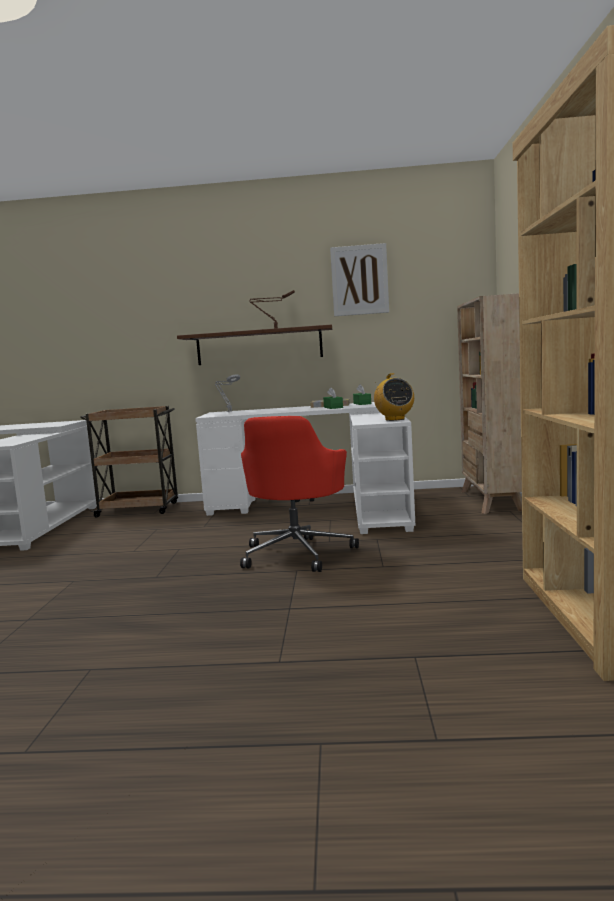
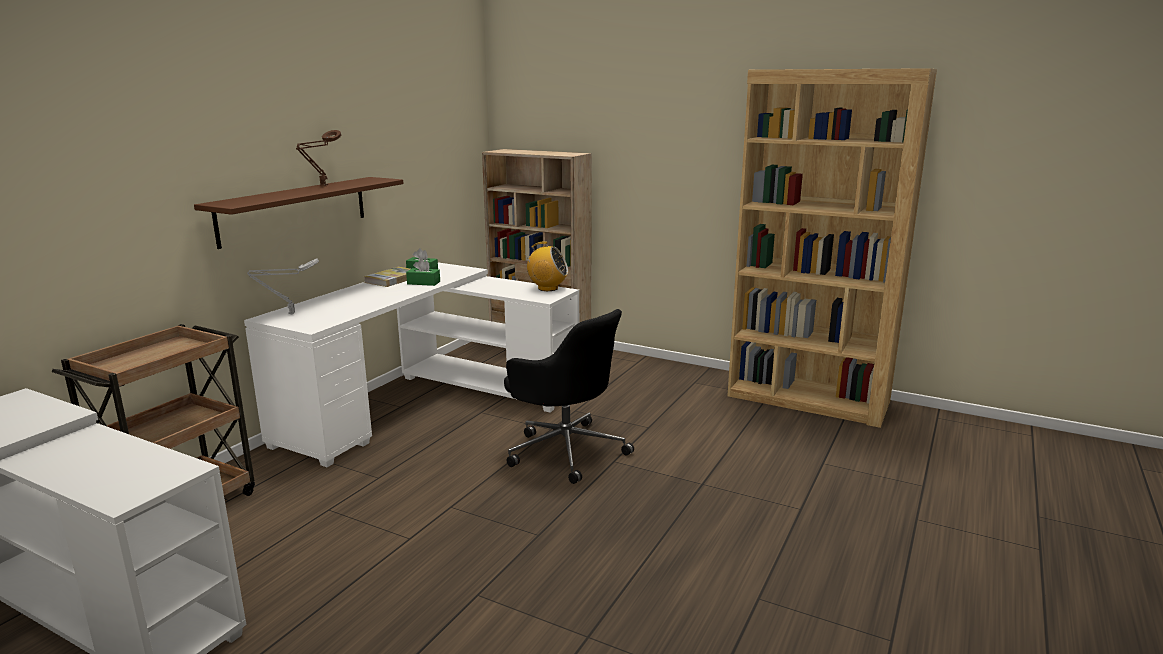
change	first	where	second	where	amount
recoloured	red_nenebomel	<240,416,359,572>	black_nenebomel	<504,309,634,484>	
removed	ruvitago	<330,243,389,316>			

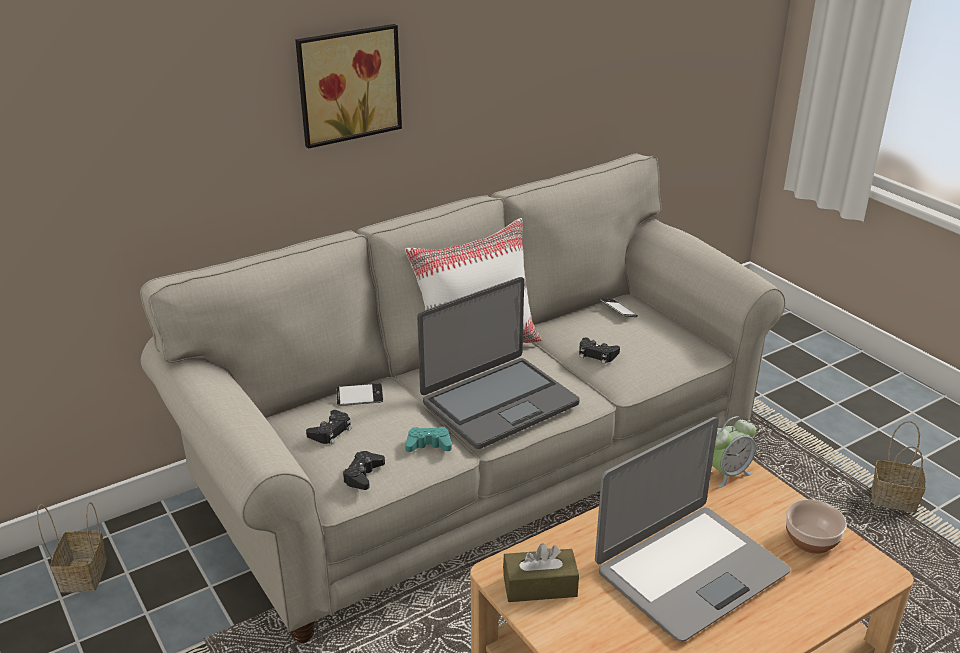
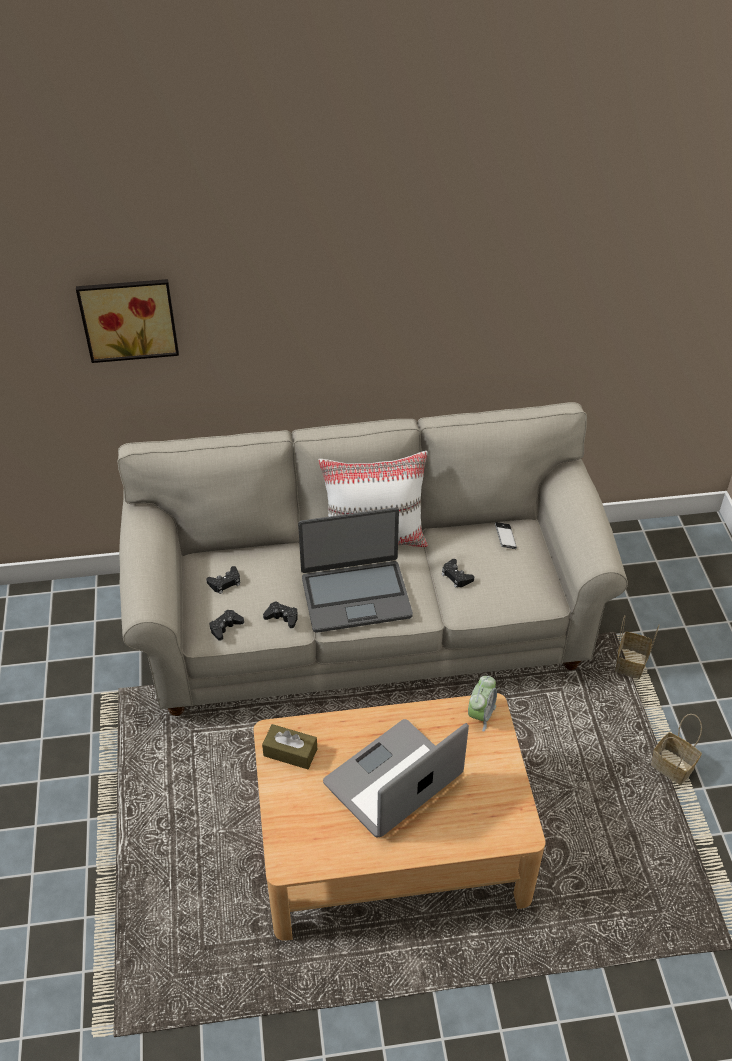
change	first	where	second	where	amount
moved	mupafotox	<37,502,107,593>		<615,615,659,680>	
moved	ruvitago	<295,24,402,149>		<76,279,179,363>	
removed	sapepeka	<336,383,383,406>			
recoloured	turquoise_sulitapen	<405,427,452,452>	black_sulitapen	<263,601,298,628>	
turned	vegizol	<595,417,791,642>		<323,719,469,838>	150 degrees clockwise
turned	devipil	<712,416,756,488>		<468,676,497,732>	60 degrees counterclockwise
removed	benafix	<786,499,847,554>			

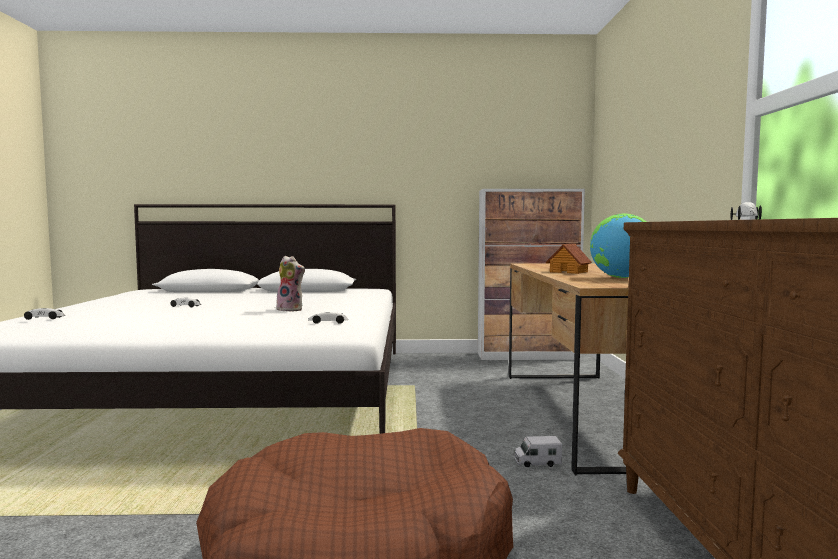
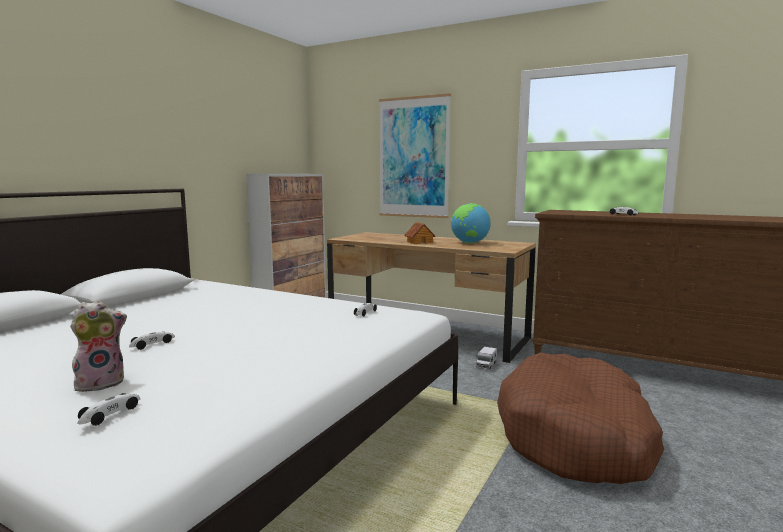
change	first	where	second	where	amount
moved	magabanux	<276,256,305,312>		<70,300,127,392>	
added			ruvitago	<379,93,451,218>	

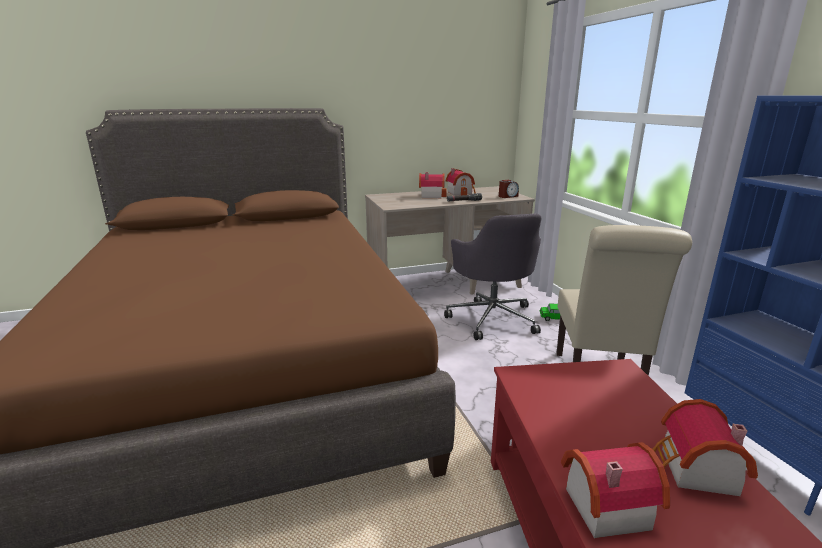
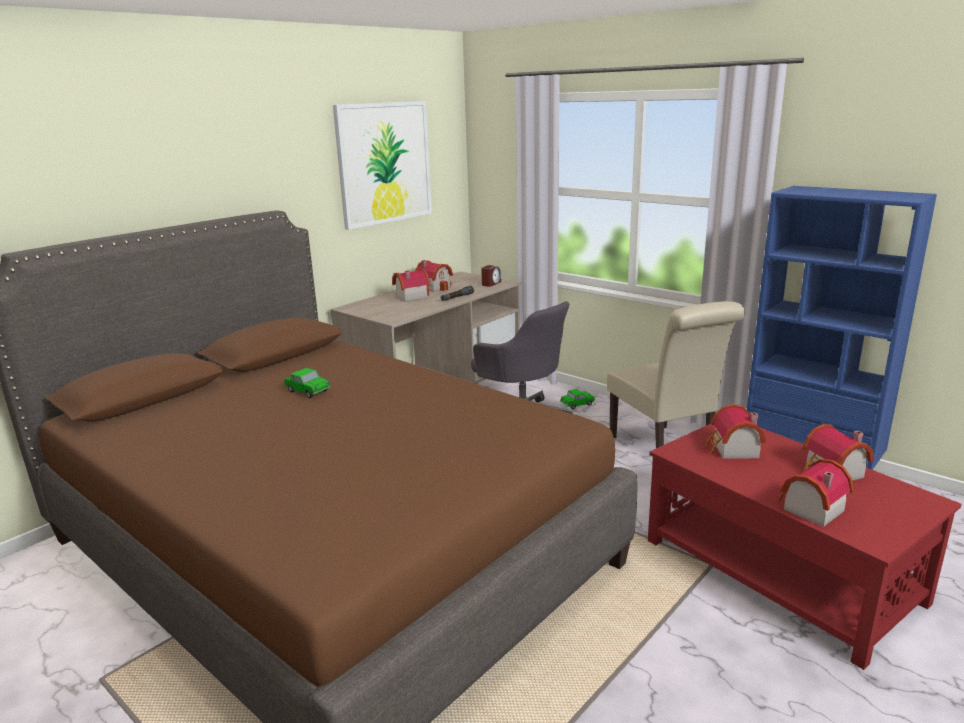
change	first	where	second	where	amount
added			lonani	<284,368,331,398>	
added			ruvitago	<333,101,432,230>	
added			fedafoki	<705,404,766,459>	

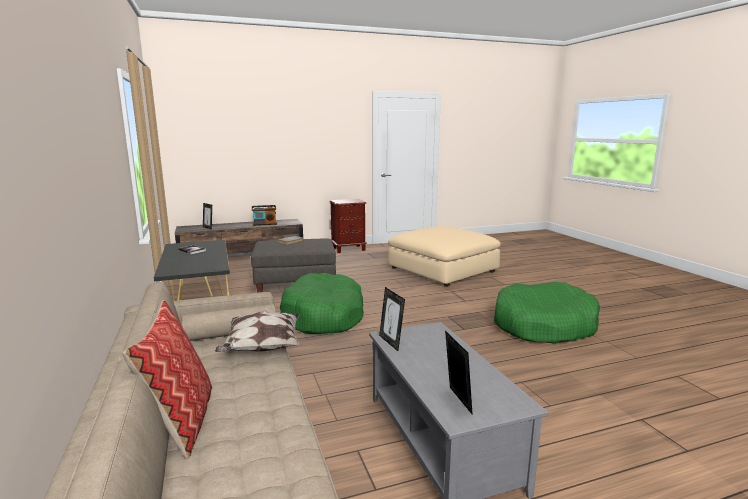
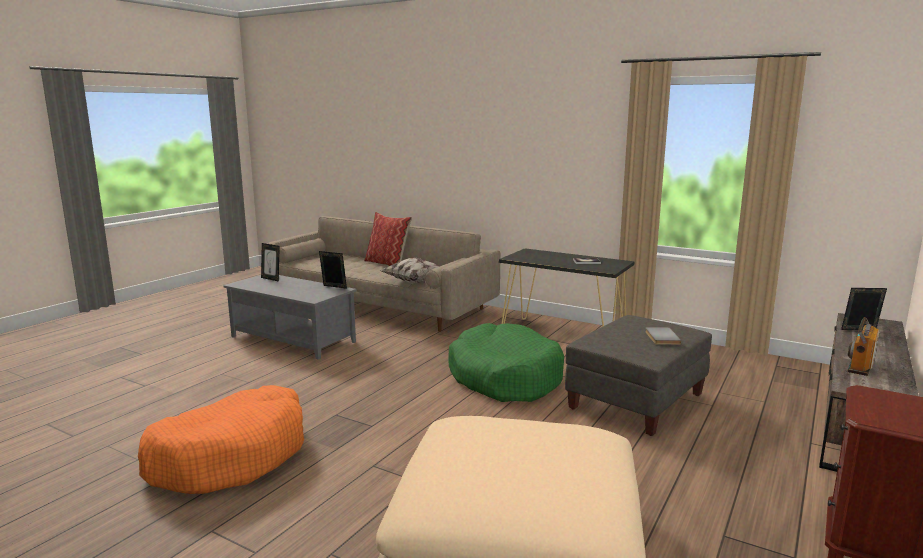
change	first	where	second	where	amount
recoloured	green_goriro	<494,282,600,344>	orange_goriro	<138,385,304,494>	

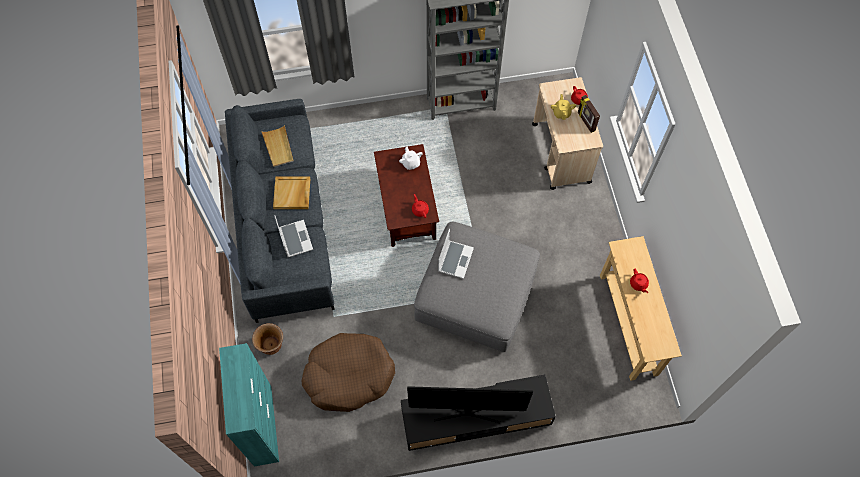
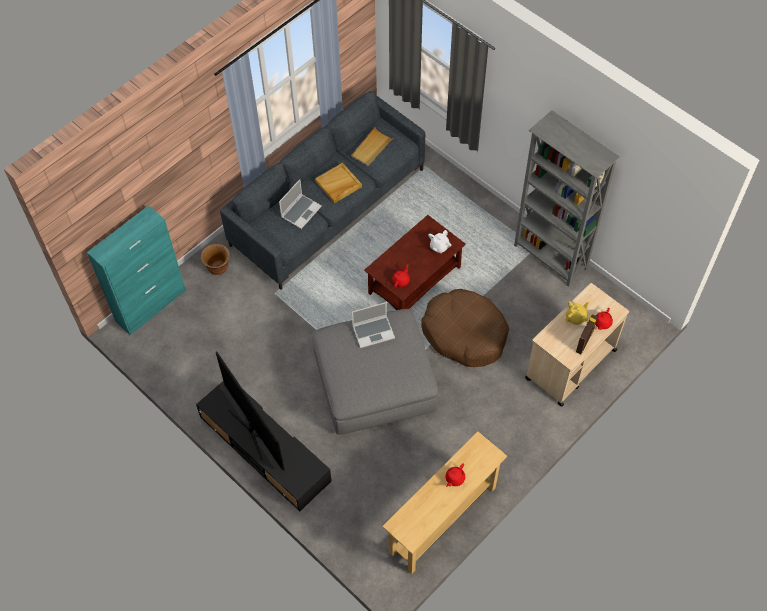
change	first	where	second	where	amount
moved	brown_goriro	<301,333,395,412>		<421,289,509,367>	

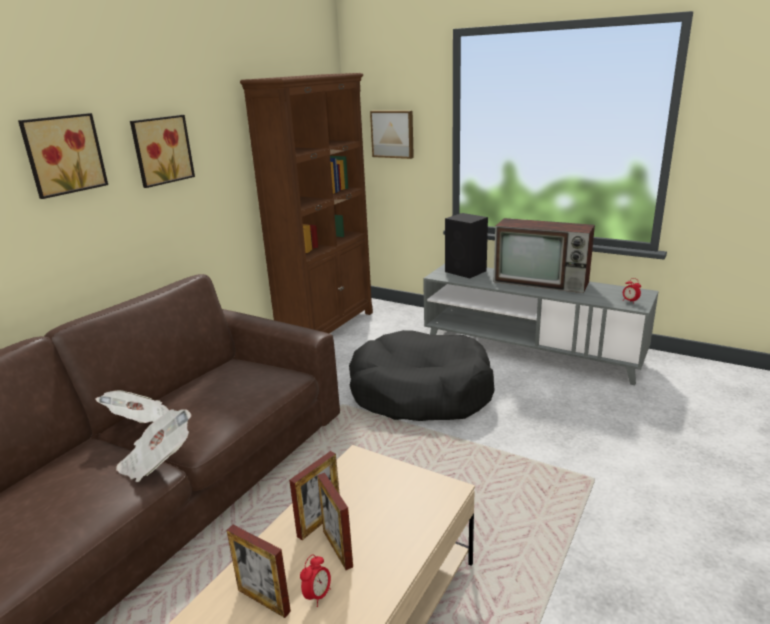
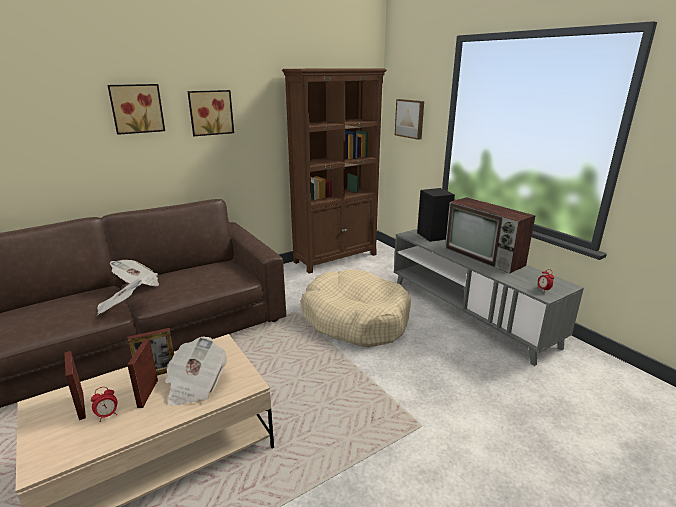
change	first	where	second	where	amount
recoloured	black_goriro	<349,330,495,421>	beige_goriro	<301,270,411,347>	
added			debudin	<165,337,227,406>	

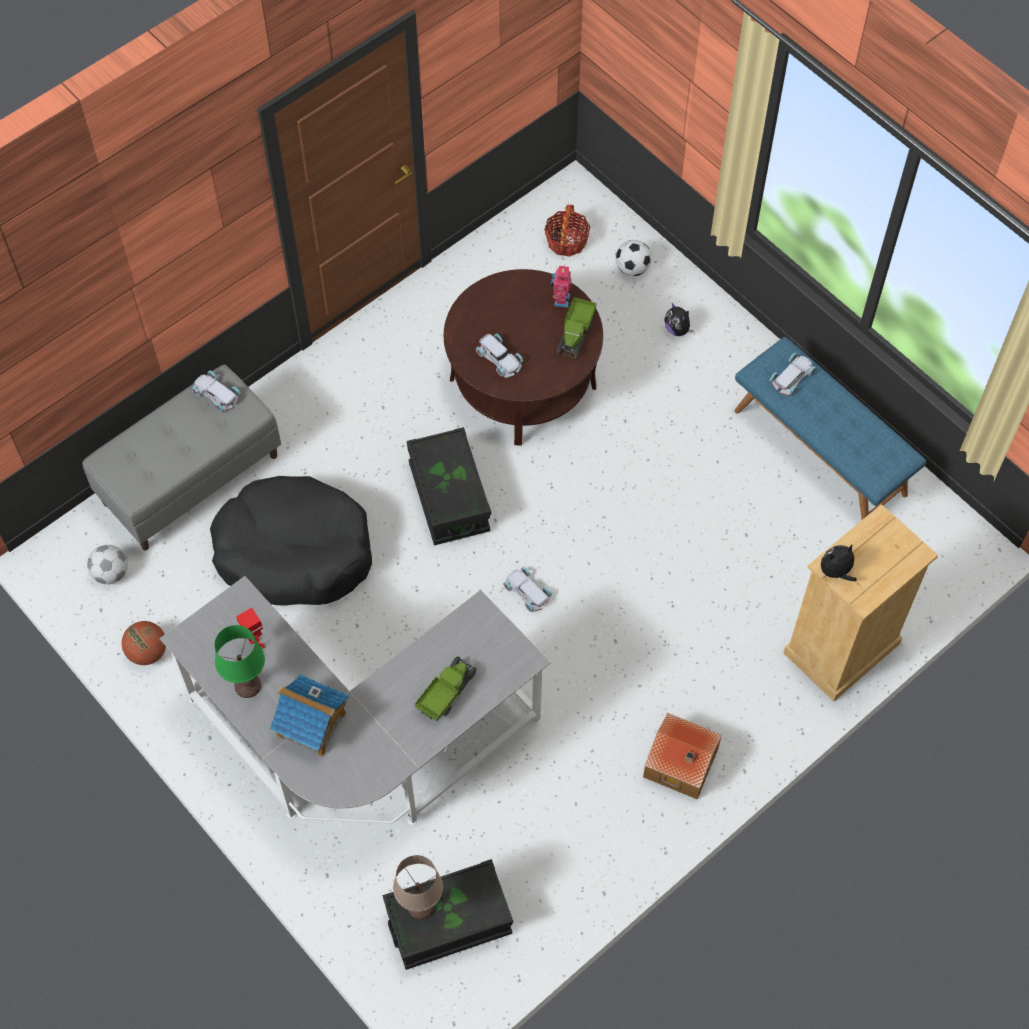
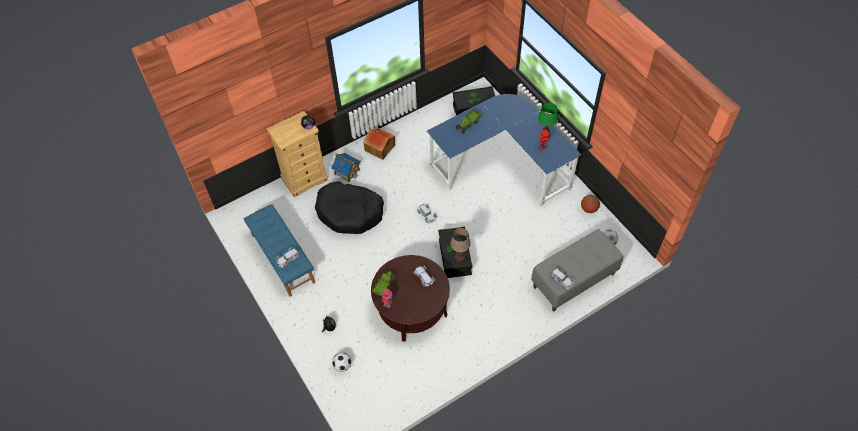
change	first	where	second	where	amount
recoloured	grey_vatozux	<159,576,551,825>	blue_vatozux	<427,94,581,207>	
moved	black_goriro	<210,476,372,606>		<315,181,384,234>	
moved	fedafoki	<270,674,349,757>		<331,153,361,182>	
moved	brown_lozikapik	<393,855,443,919>		<450,228,471,261>	
removed	mupafotox	<544,205,591,257>			

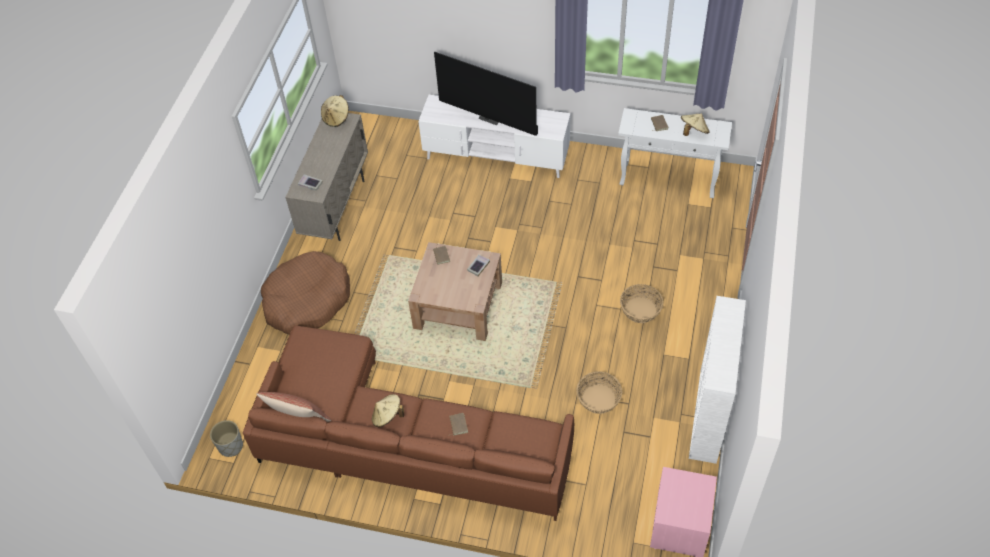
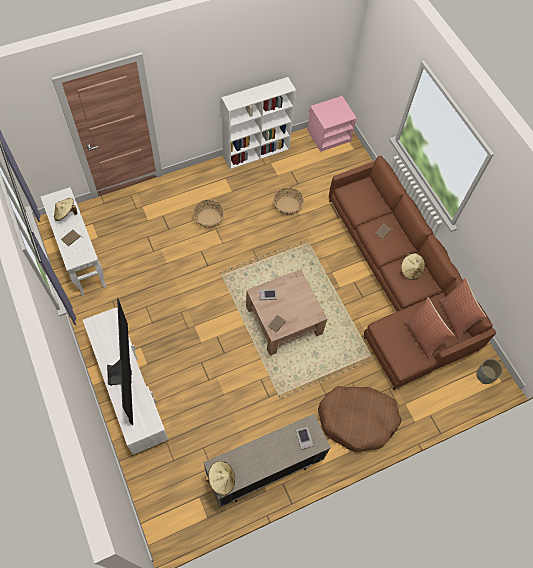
change	first	where	second	where	amount
added			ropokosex	<404,297,454,359>	

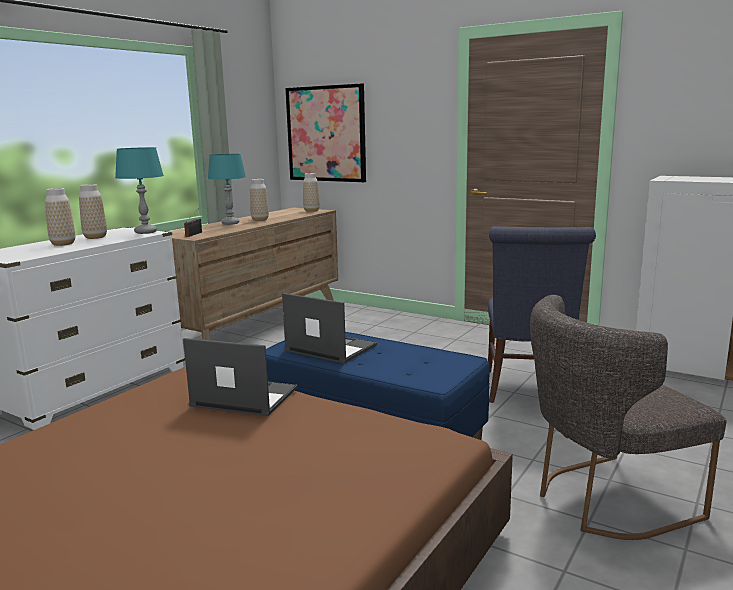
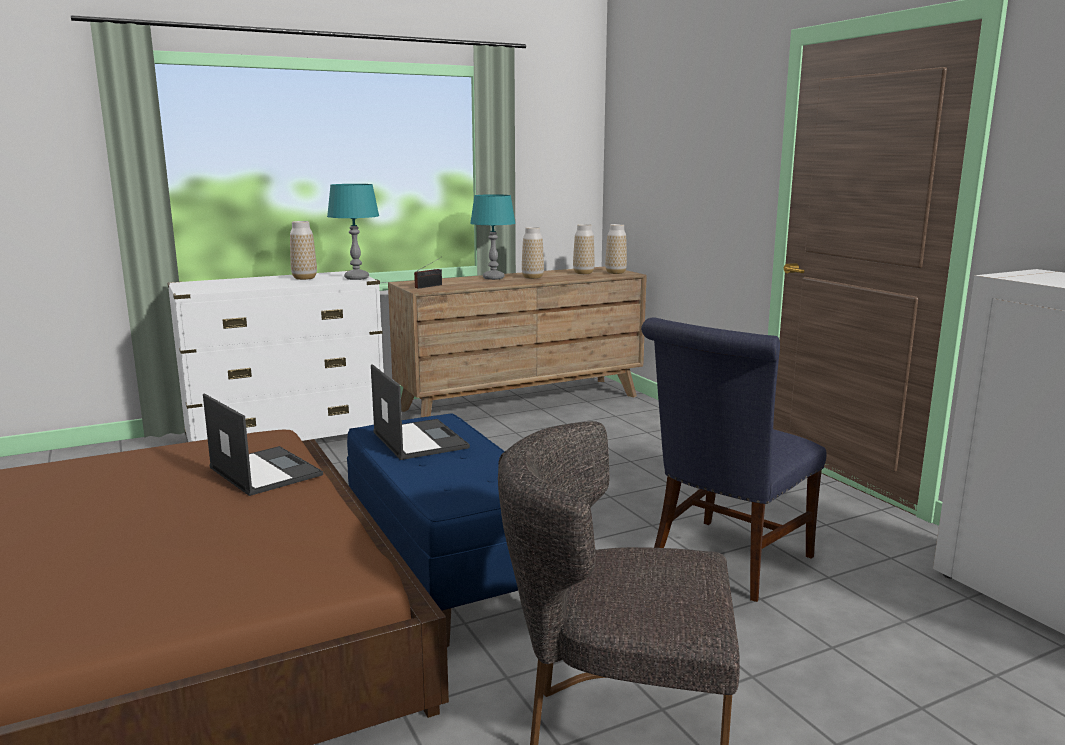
change	first	where	second	where	amount
moved	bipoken	<45,188,75,246>		<573,224,595,274>	
removed	ruvitago	<285,83,366,182>			

